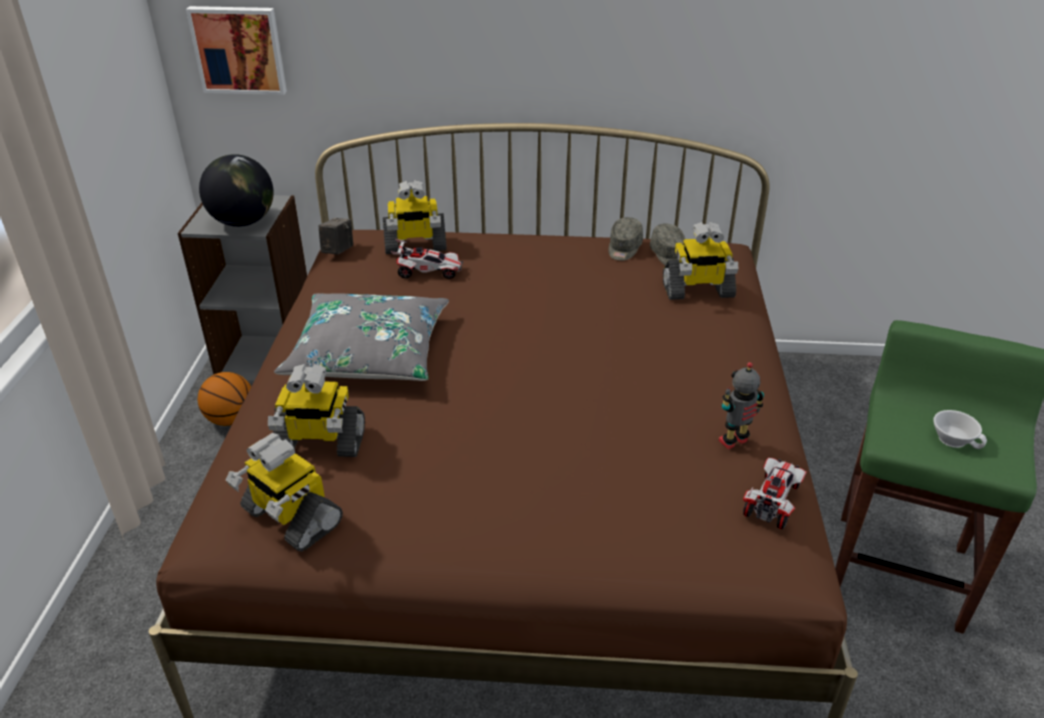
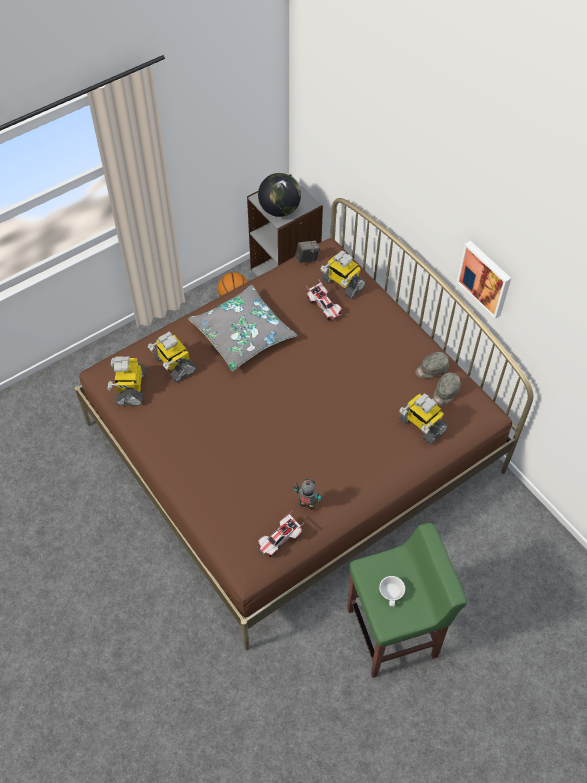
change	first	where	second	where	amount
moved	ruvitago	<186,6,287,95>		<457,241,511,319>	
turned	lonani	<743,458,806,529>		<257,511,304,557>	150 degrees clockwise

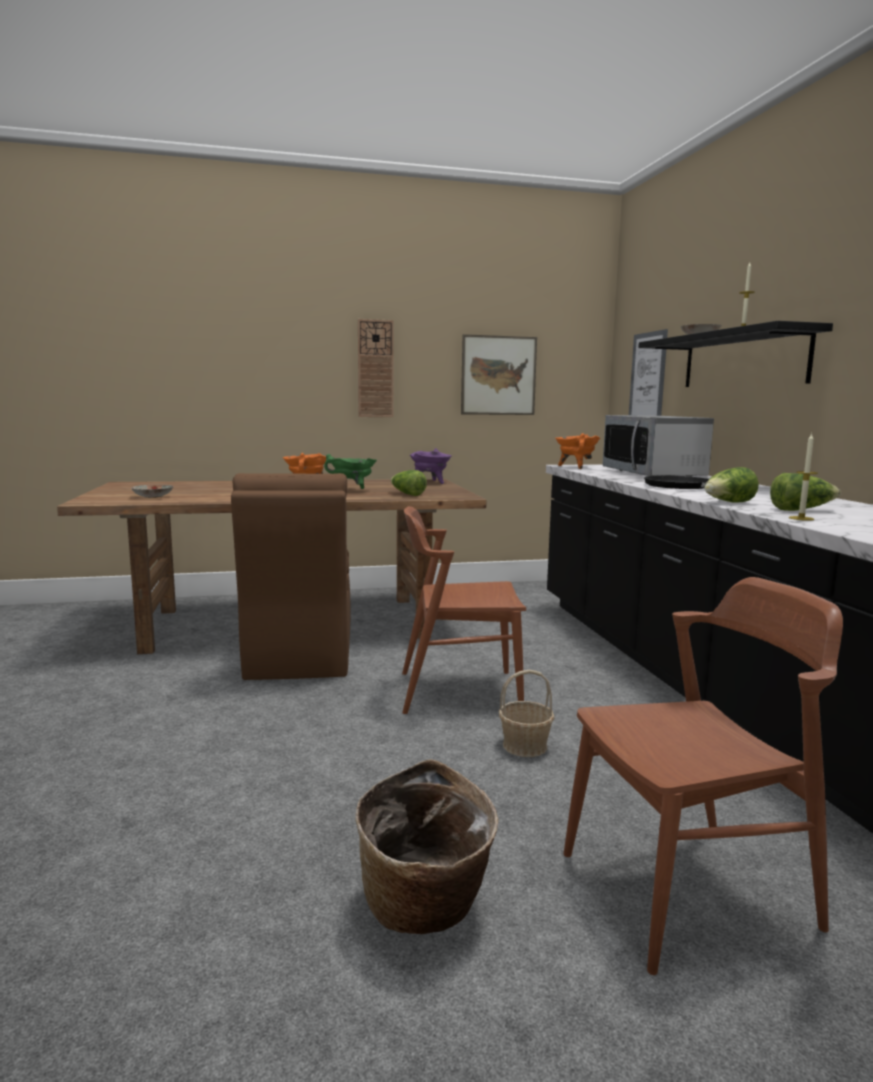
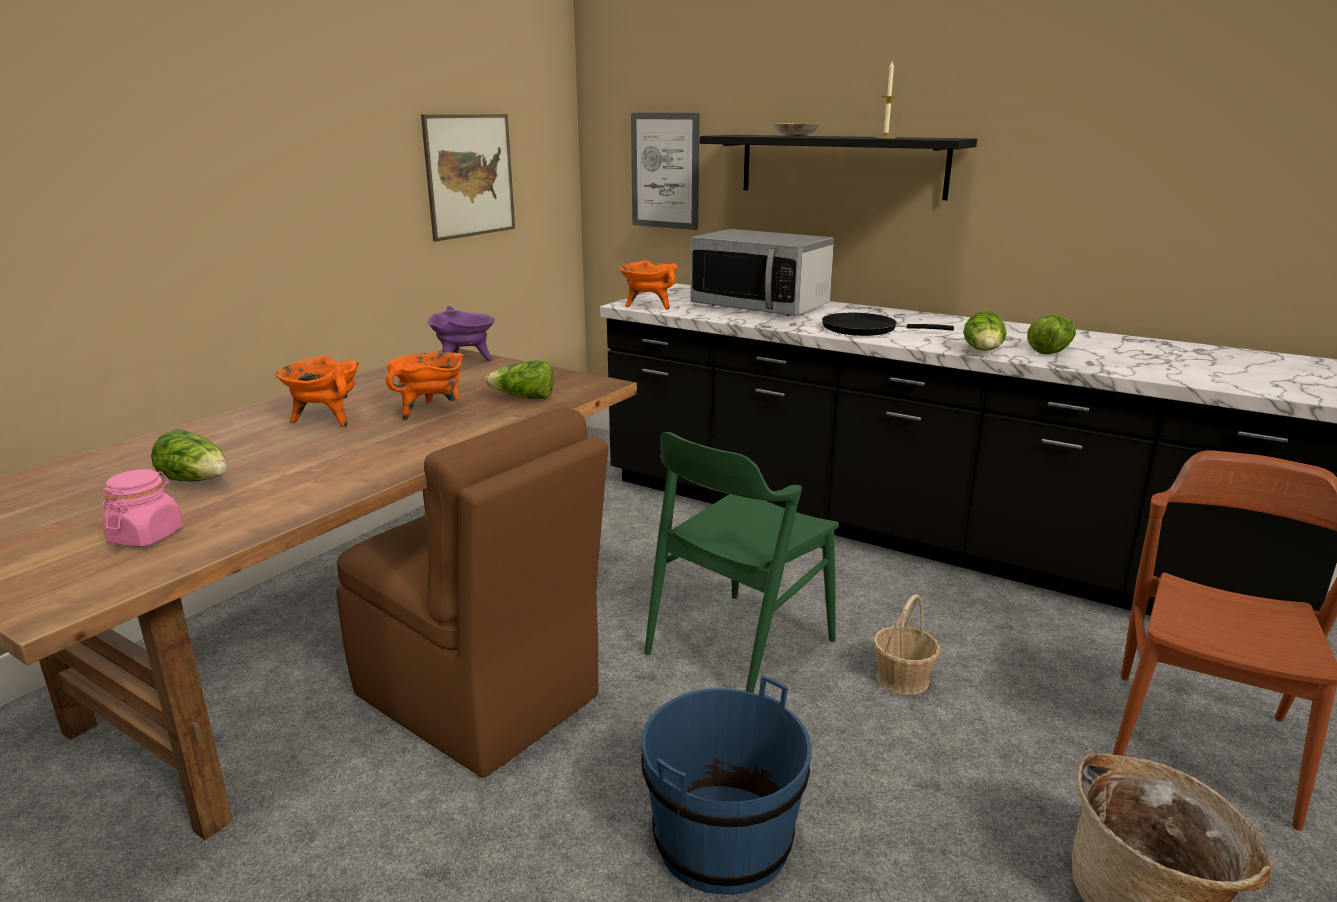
change	first	where	second	where	amount
replaced	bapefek	<131,485,174,498>	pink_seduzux	<102,469,183,547>	
recoloured	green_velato	<324,454,377,489>	orange_velato	<386,352,464,420>	
removed	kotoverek	<358,319,394,417>			
recoloured	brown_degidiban	<402,506,526,714>	green_degidiban	<644,432,839,693>	
removed	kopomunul	<789,433,818,521>			
added			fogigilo	<151,429,227,482>	
added			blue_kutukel	<641,675,812,895>	

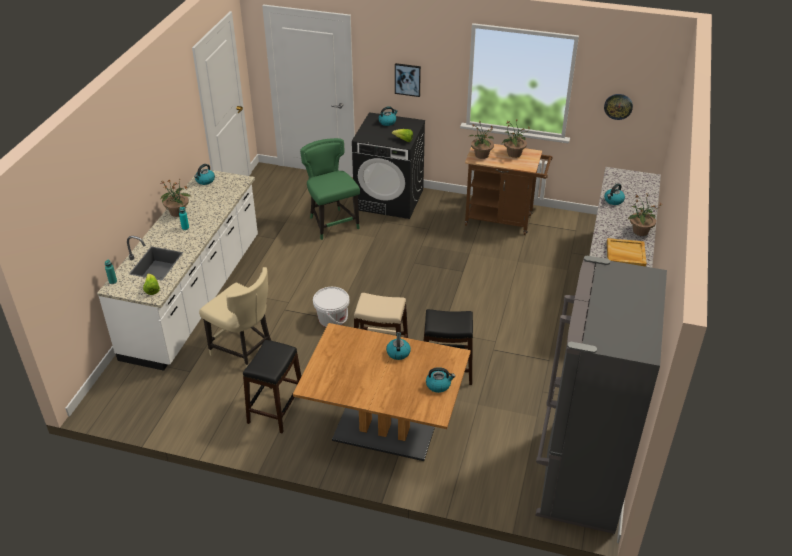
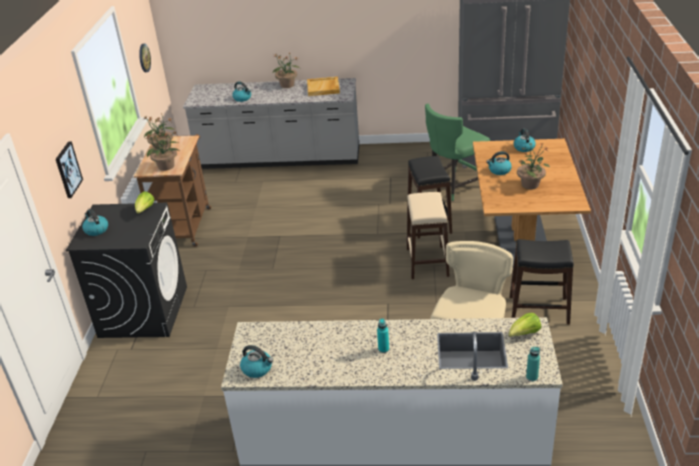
change	first	where	second	where	amount
moved	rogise	<161,178,192,217>		<517,142,550,190>	
moved	green_degidiban	<300,138,360,240>		<425,104,490,201>	
removed	white_kutukel	<313,287,350,327>			

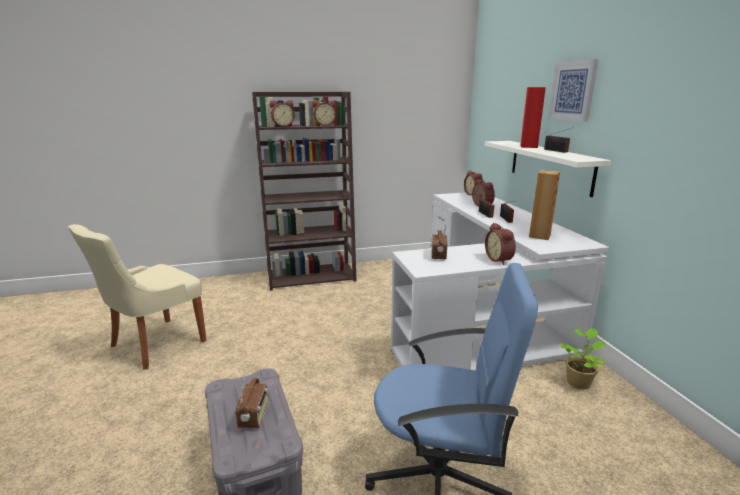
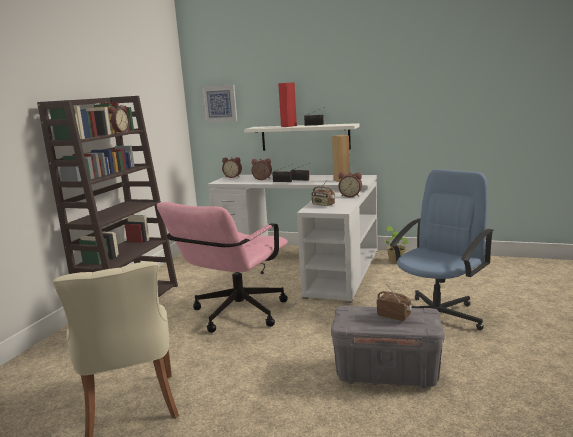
change	first	where	second	where	amount
removed	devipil	<269,100,295,127>			
moved	ruvitago	<548,59,599,122>		<201,85,237,122>	
added			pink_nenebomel	<157,202,288,333>	

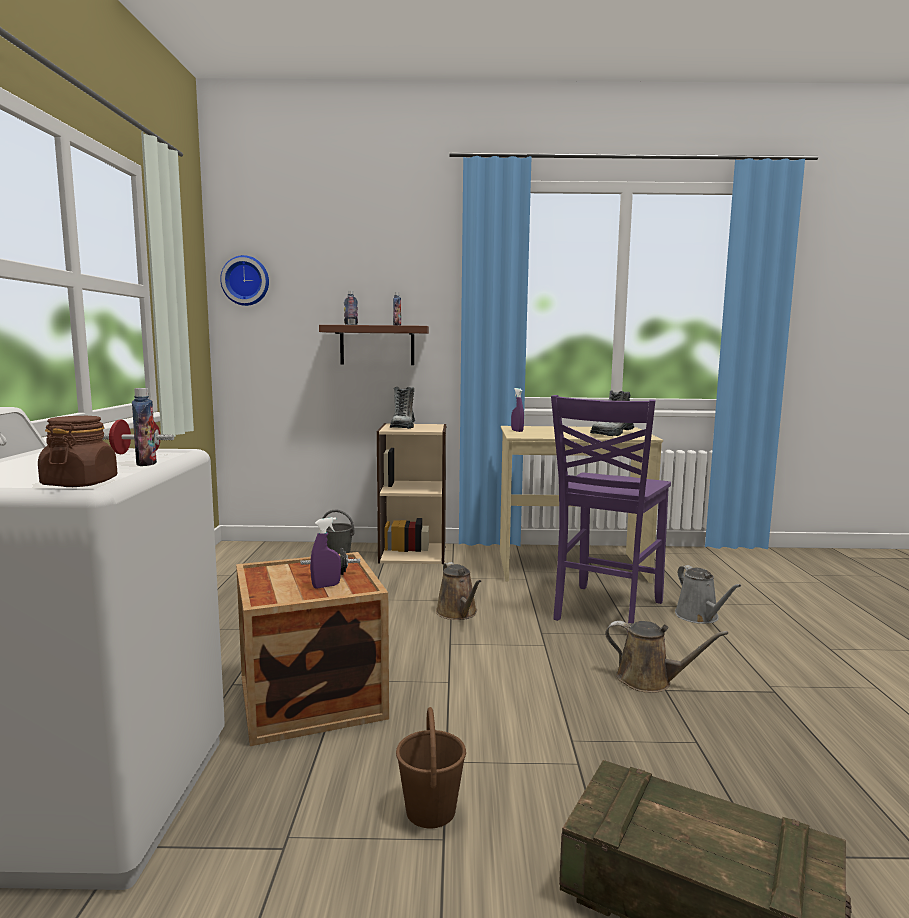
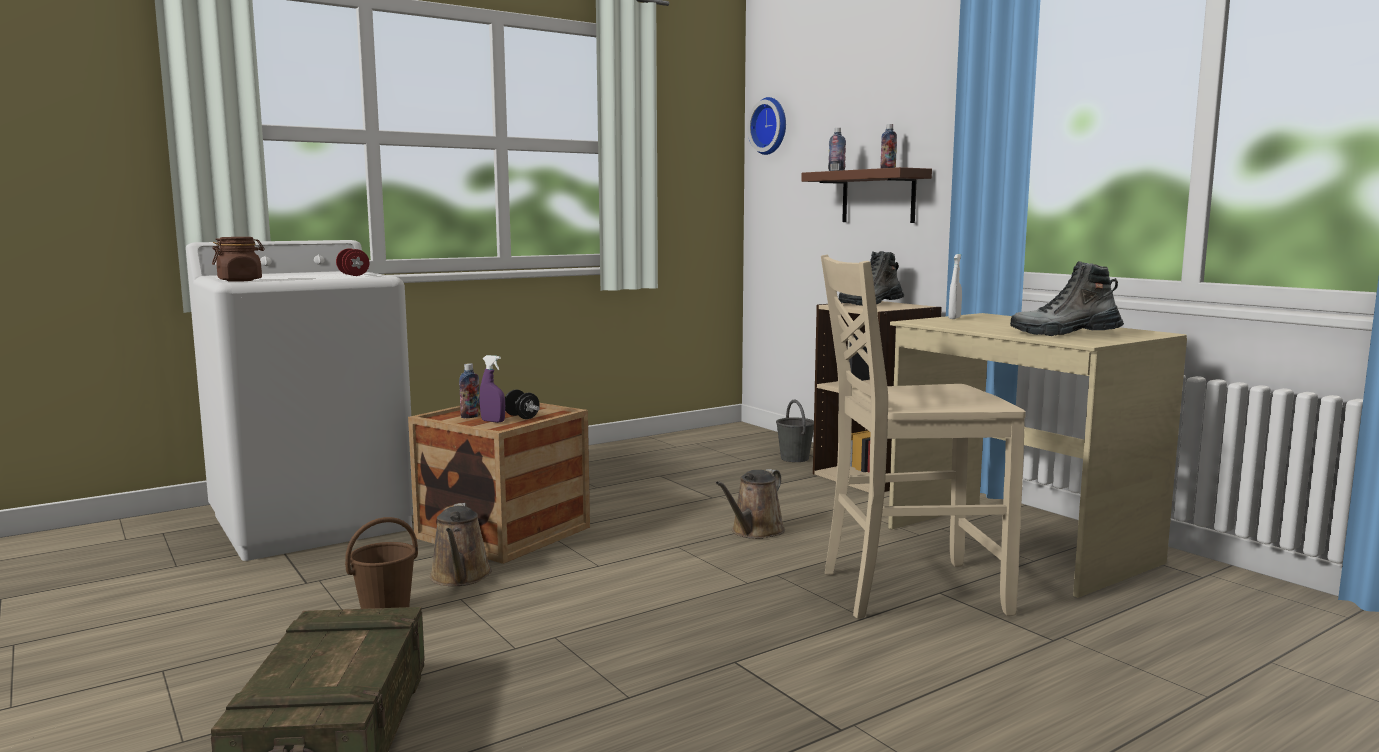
change	first	where	second	where	amount
moved	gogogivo	<132,388,157,466>		<459,363,480,418>	
recoloured	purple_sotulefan	<511,388,524,432>	white_sotulefan	<949,254,962,319>	
recoloured	purple_degidiban	<551,395,671,633>	beige_degidiban	<821,254,1026,619>	
moved	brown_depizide	<605,621,728,693>		<430,503,492,586>	
removed	grey_depizide	<675,565,741,624>			

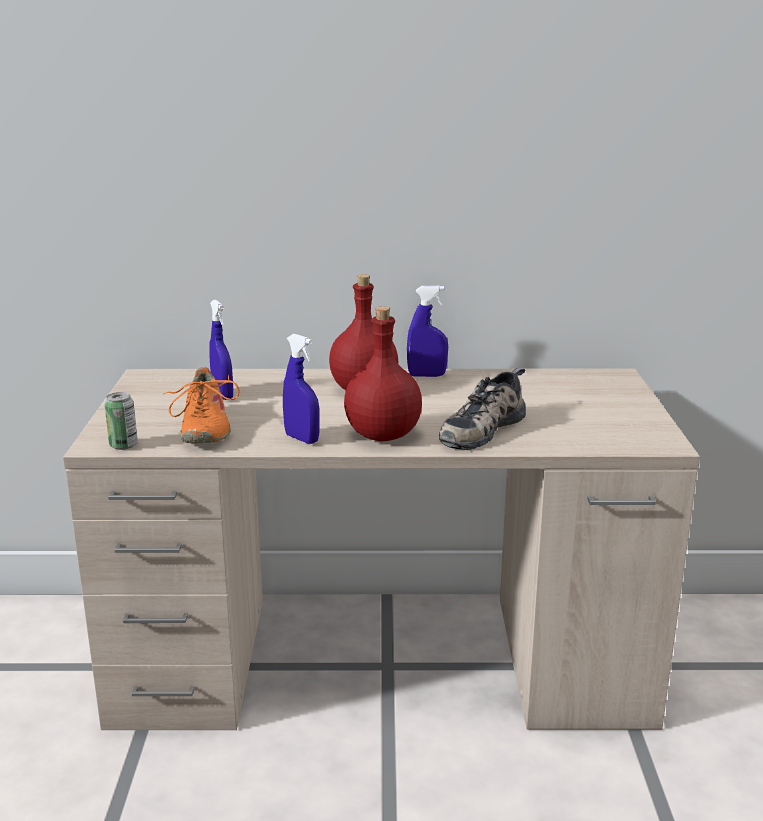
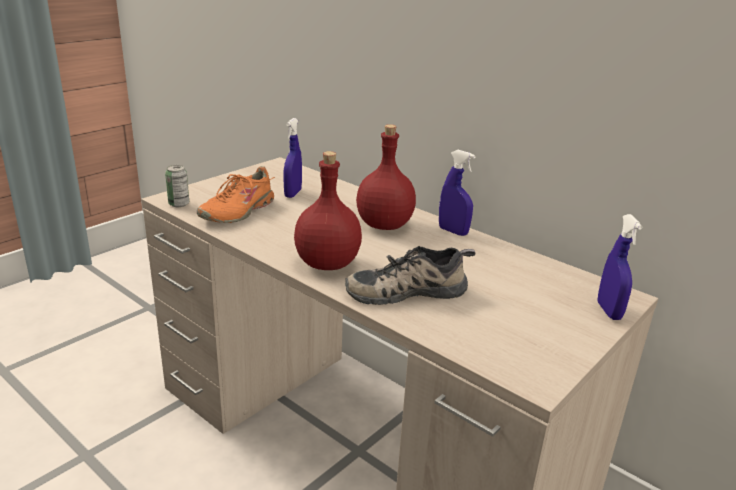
change	first	where	second	where	amount
moved	blue_sotulefan	<283,334,320,444>		<597,214,642,320>	

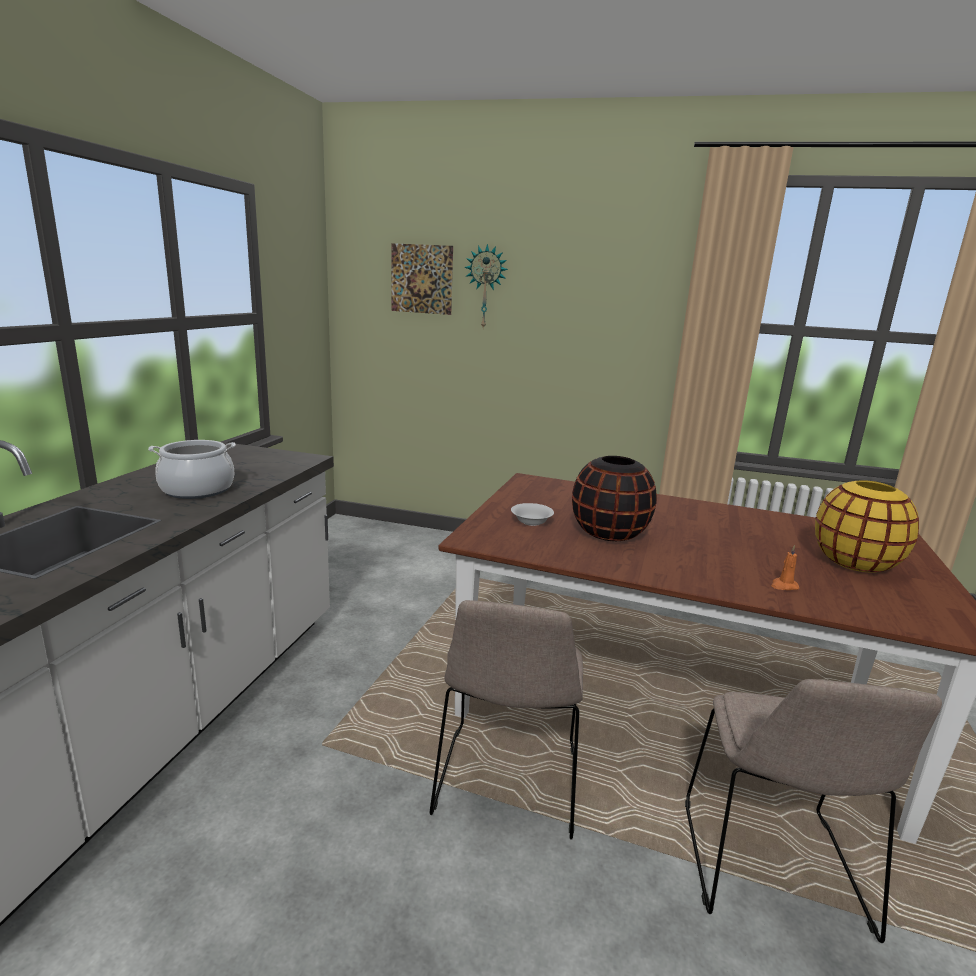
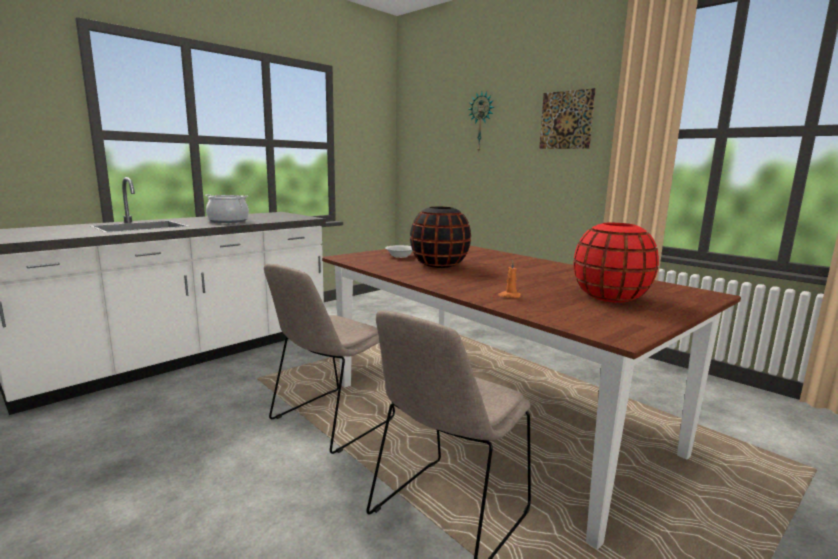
change	first	where	second	where	amount
moved	ruvitago	<391,243,453,315>		<539,88,596,149>	
recoloured	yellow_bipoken	<815,480,919,573>	red_bipoken	<573,223,659,303>	

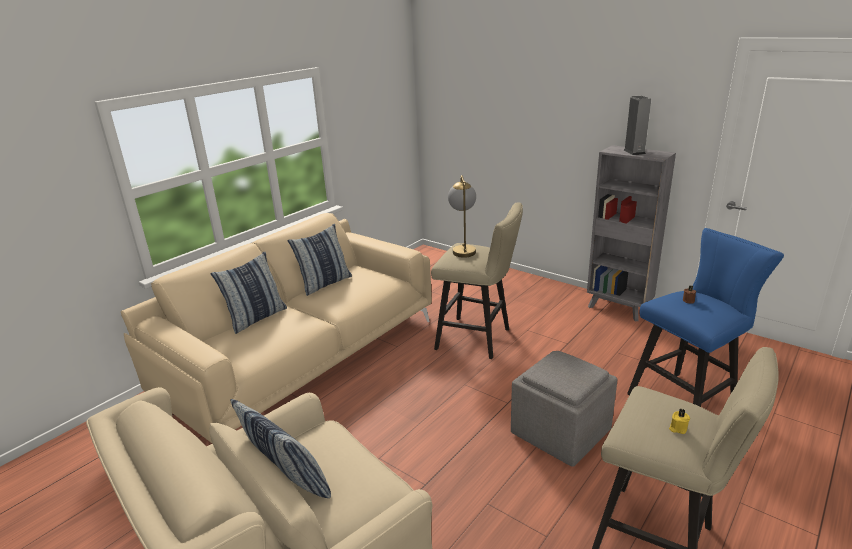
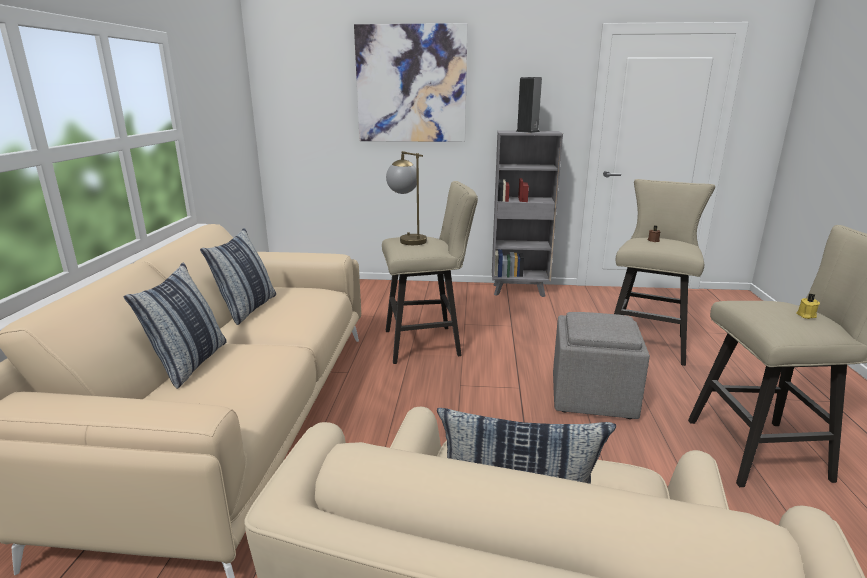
change	first	where	second	where	amount
recoloured	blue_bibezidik	<627,228,784,407>	beige_bibezidik	<614,179,715,366>	
added			ruvitago	<354,23,468,142>	

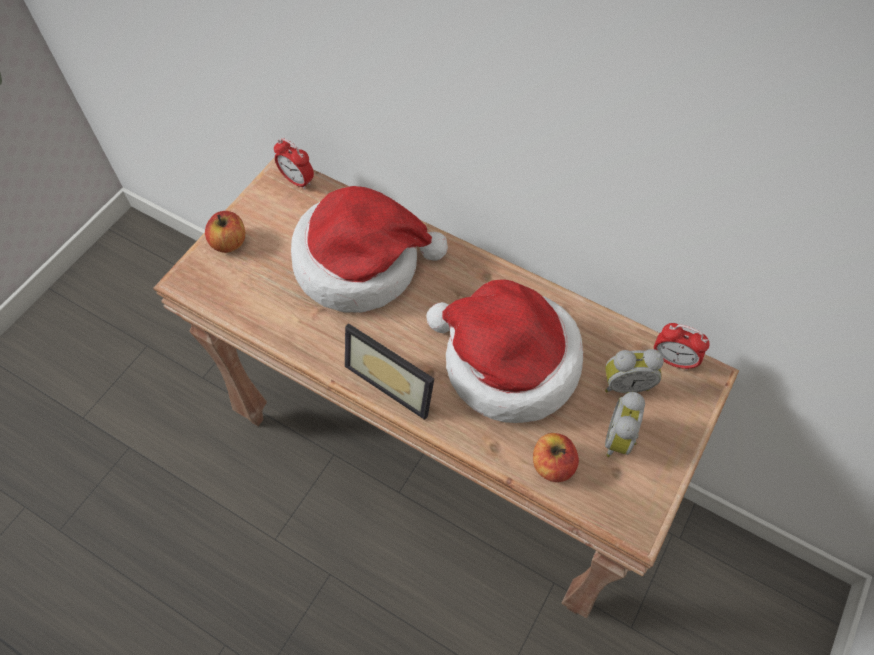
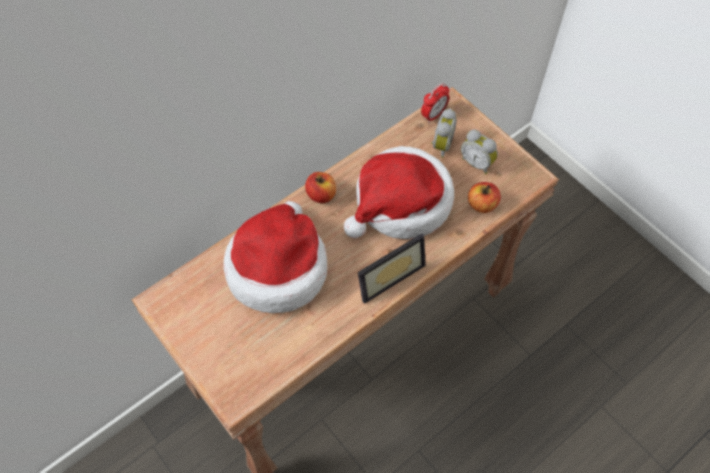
change	first	where	second	where	amount
moved	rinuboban	<205,211,245,253>		<305,172,336,203>	
removed	devipil	<274,138,314,190>			

